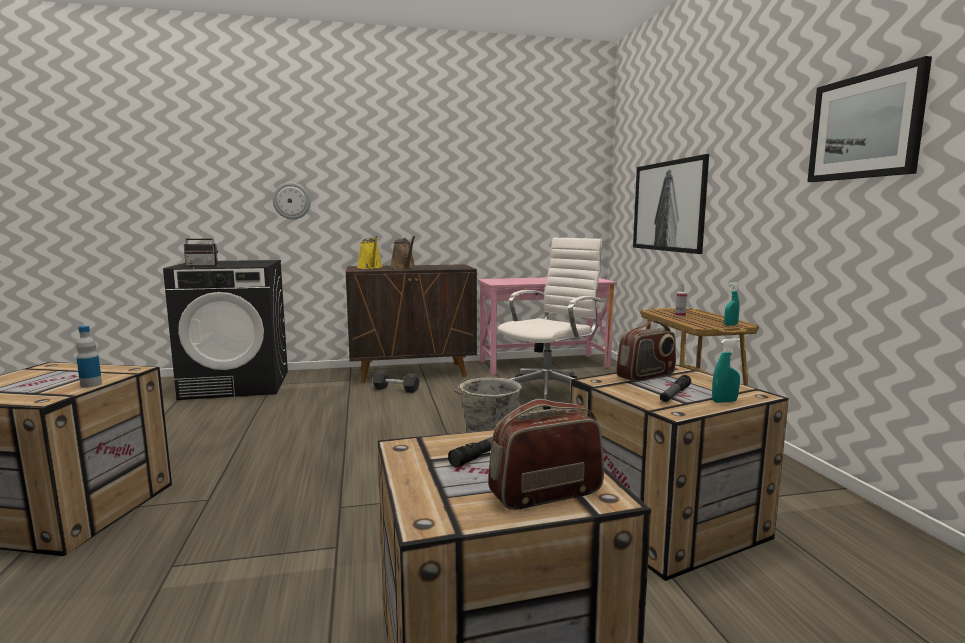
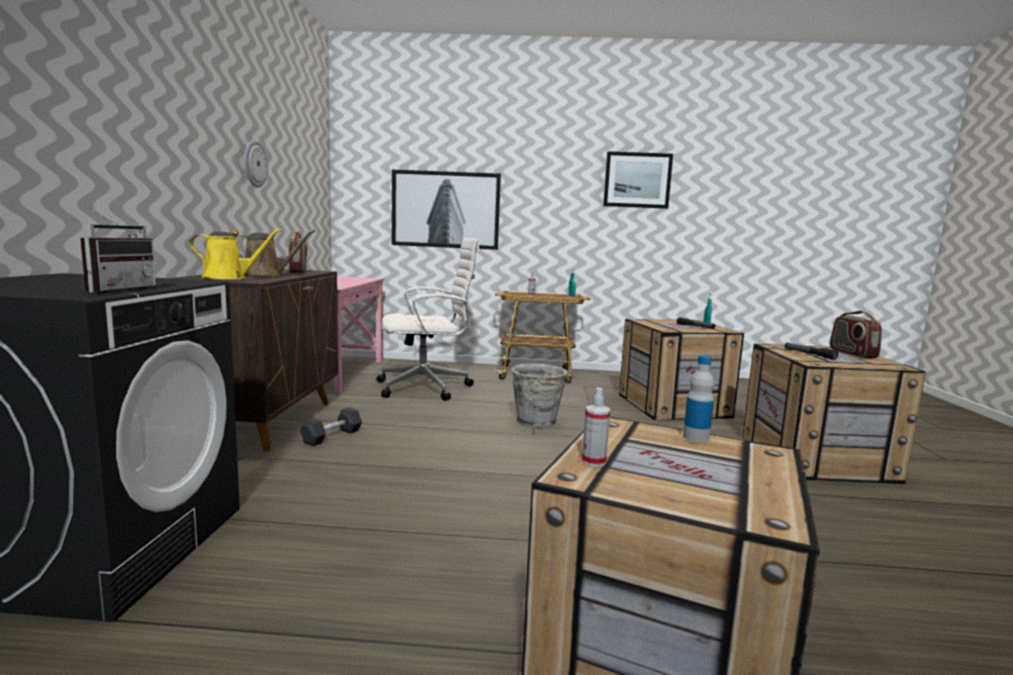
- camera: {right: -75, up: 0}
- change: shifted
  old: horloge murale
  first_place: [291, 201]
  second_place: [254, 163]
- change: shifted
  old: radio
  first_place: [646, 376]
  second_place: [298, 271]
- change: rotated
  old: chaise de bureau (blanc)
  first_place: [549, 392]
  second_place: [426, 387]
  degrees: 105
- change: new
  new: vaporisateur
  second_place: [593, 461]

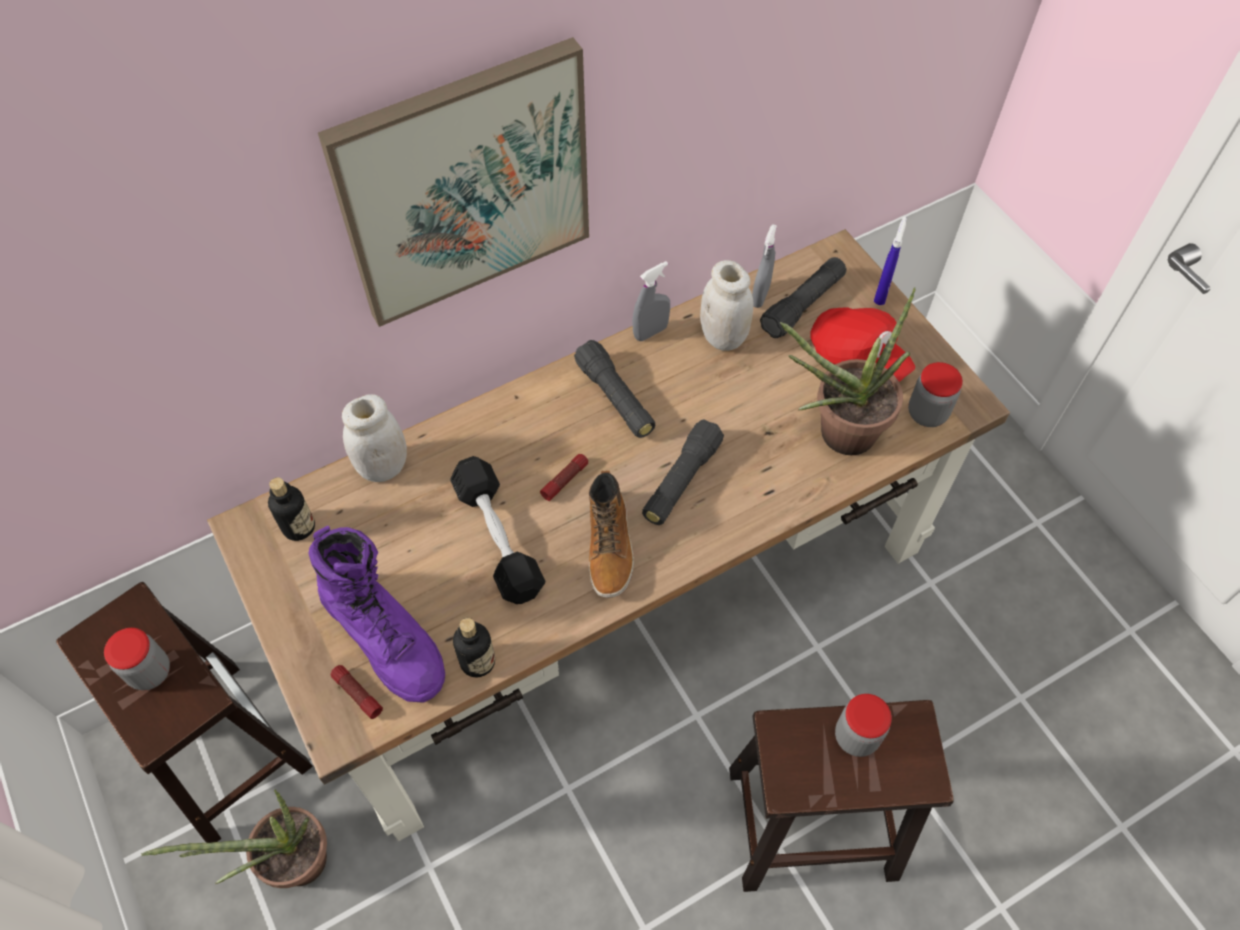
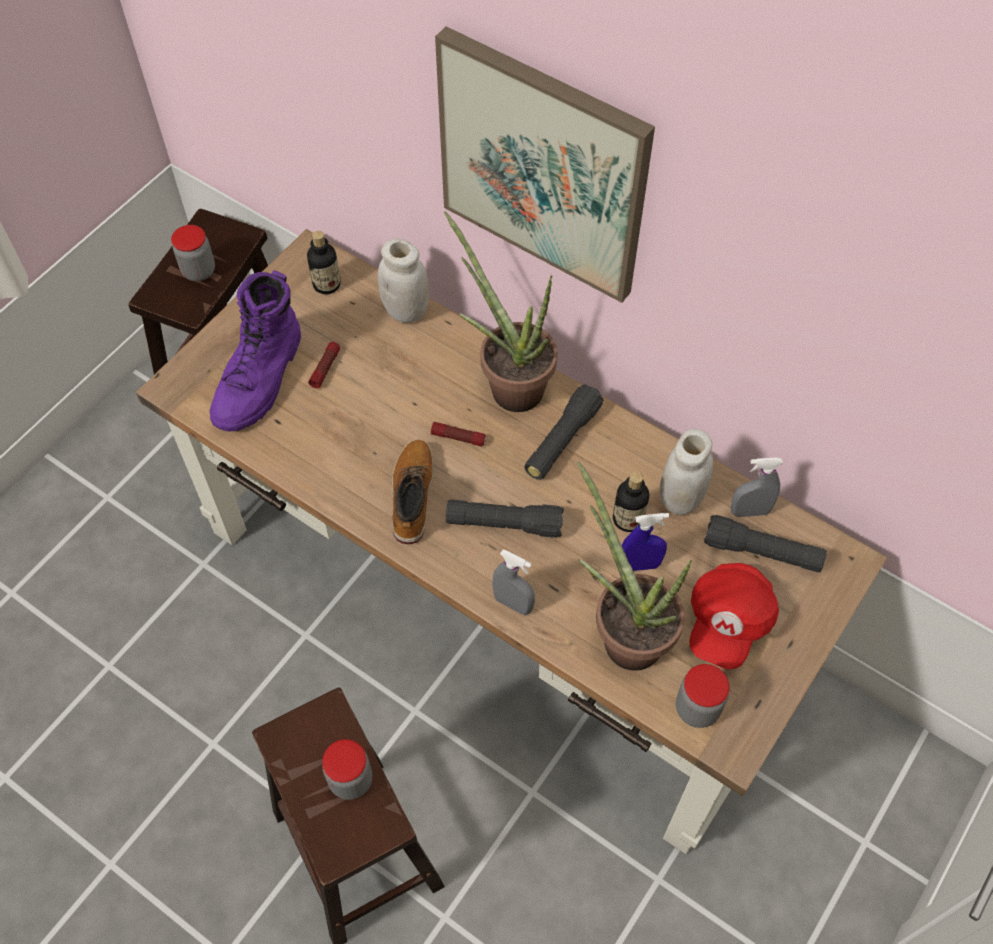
- camera: {right: 65, up: 0}
- change: shifted
  old: lampe de poche
  first_place: [357, 694]
  second_place: [325, 368]
- change: rotated
  old: botte
  first_place: [610, 546]
  second_place: [411, 496]
  degrees: 120
- change: shifted
  old: plante en pot
  first_place: [289, 864]
  second_place: [508, 384]
- change: shifted
  old: vaporisateur (gris)
  first_place: [650, 332]
  second_place: [513, 603]
- change: shifted
  old: bouteille
  first_place: [477, 661]
  second_place: [628, 519]
- change: shifted
  old: vaporisateur (bleu)
  first_place: [881, 293]
  second_place: [640, 565]
- change: gone
  old: haltère (noir)
  first_place: [498, 538]

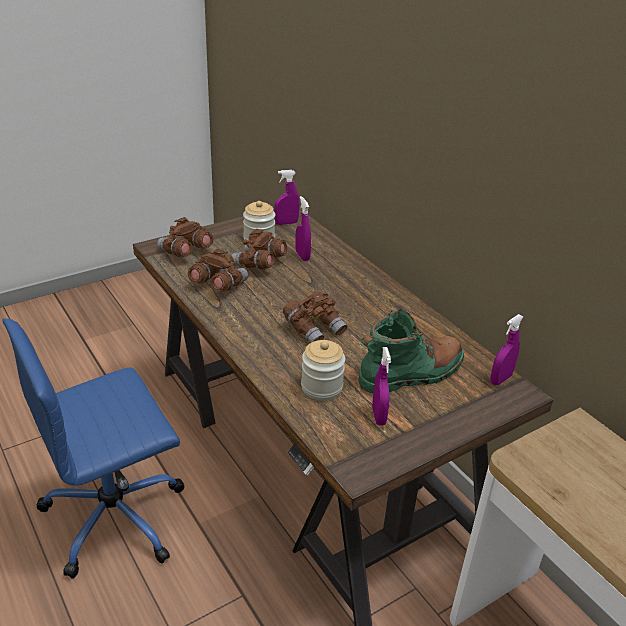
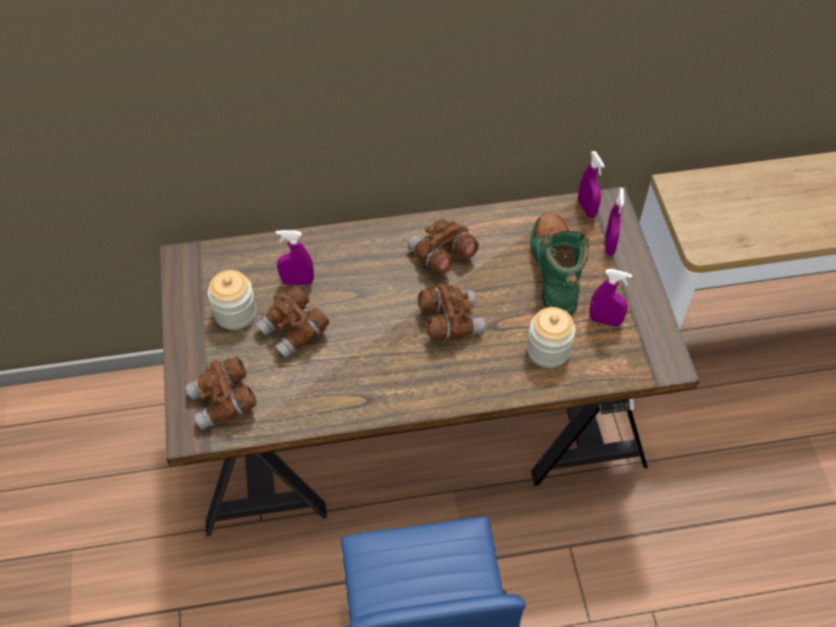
- camera: {right: -65, up: 20}
- change: shifted
  old: jumelles (marron)
  first_place: [218, 285]
  second_place: [441, 256]
- change: shifted
  old: vaporisateur (violet)
  first_place: [286, 223]
  second_place: [609, 245]

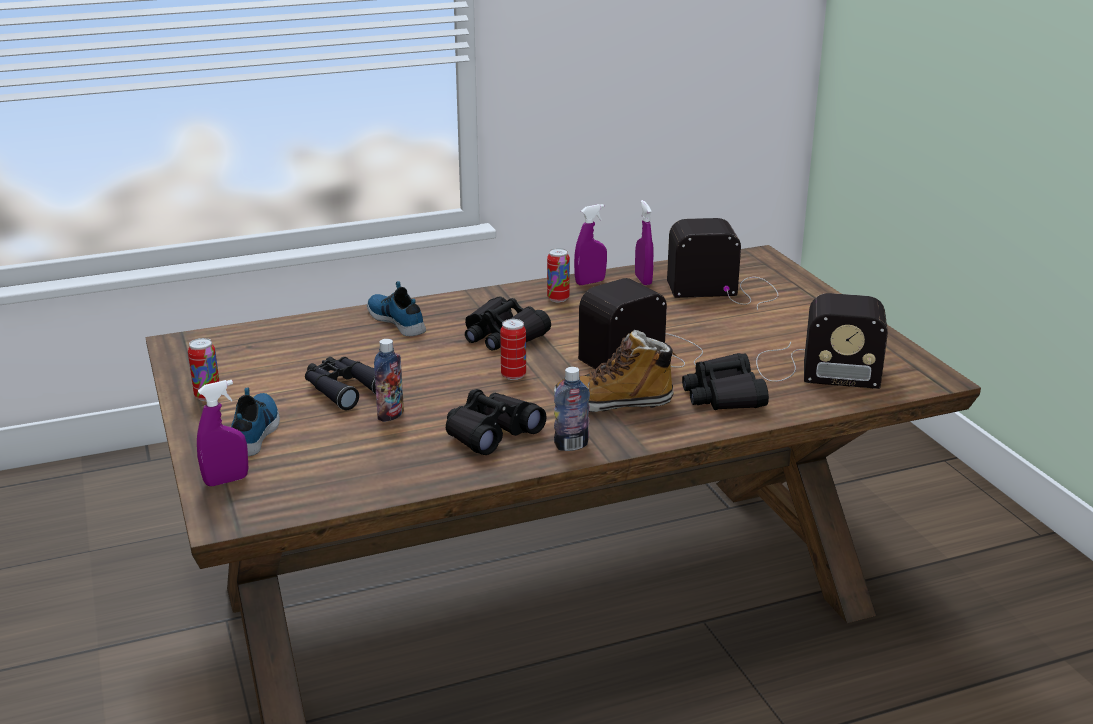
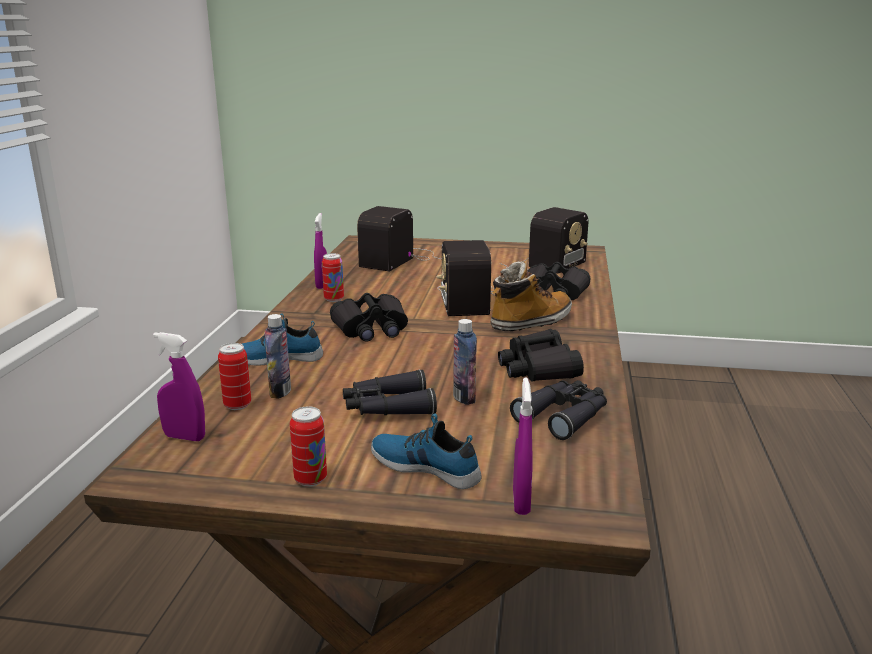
- camera: {right: -60, up: -5}
- change: shifted
  old: vaporisateur (violet)
  first_place: [643, 280]
  second_place: [184, 437]
- change: shifted
  old: boîte métallique
  first_place: [513, 375]
  second_place: [237, 405]
- change: shifted
  old: bouteille
  first_place: [571, 445]
  second_place: [280, 392]
- change: rotated
  old: botte
  first_place: [614, 403]
  second_place: [531, 322]
  degrees: -150
- change: new
  new: jumelles (noir)
  second_place: [564, 416]

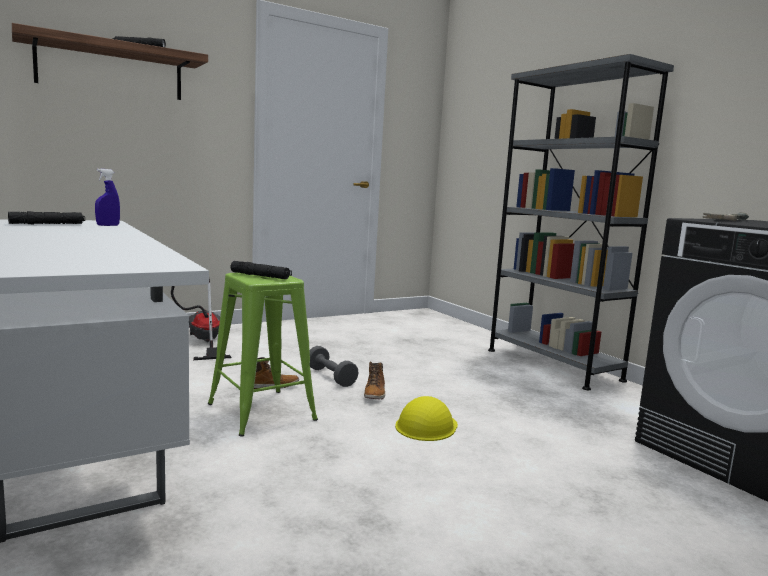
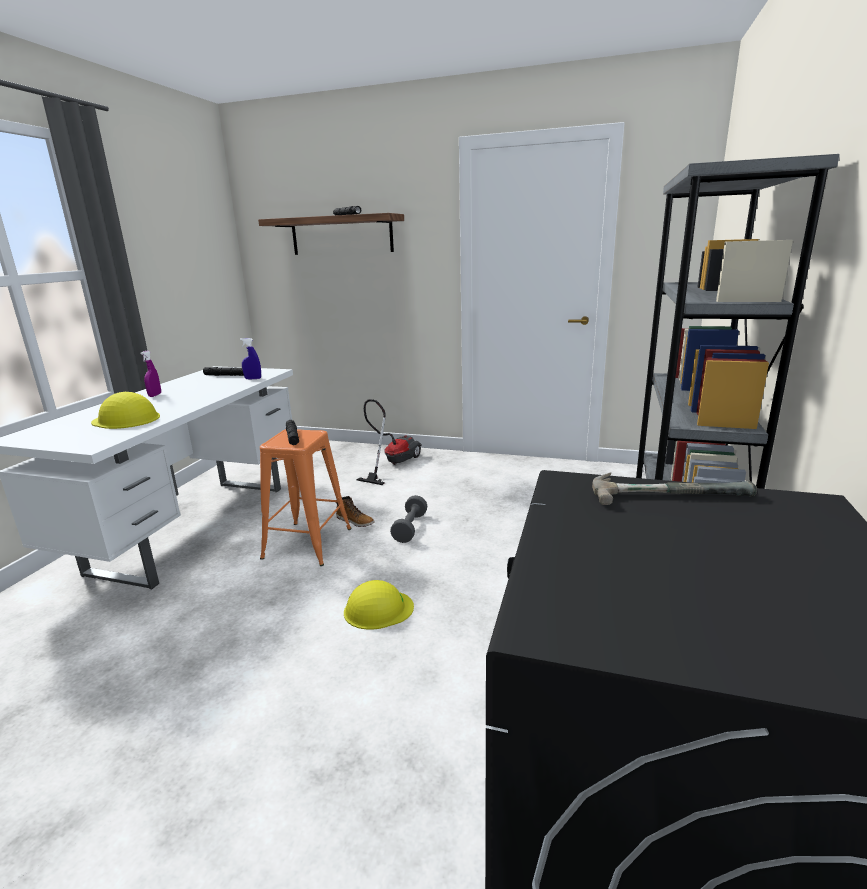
- camera: {right: 50, up: 10}
- change: new
  new: casque de chantier (jaune)
  second_place: [126, 419]
- change: new
  new: vaporisateur (violet)
  second_place: [155, 395]
- change: repainted
  old: tabouret (vert)
  new: tabouret (orange)
  first_place: [261, 411]
  second_place: [308, 543]
- change: gone
  old: botte
  first_place: [375, 393]

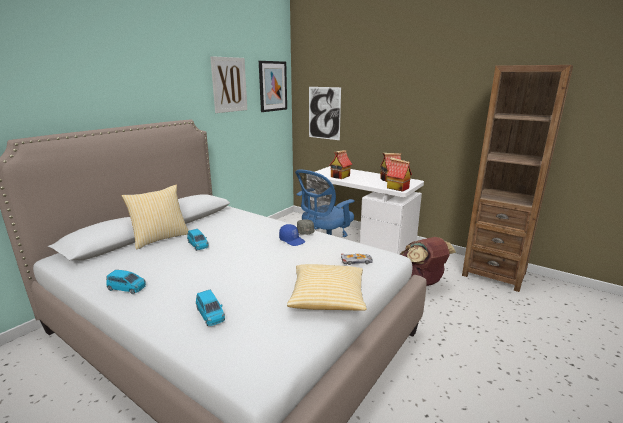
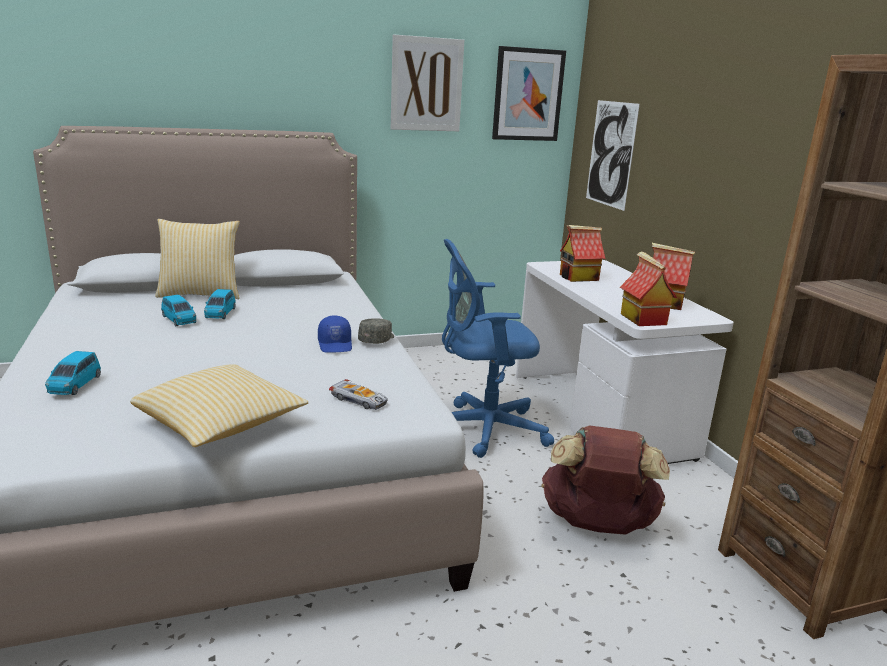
- camera: {right: 35, up: 0}
- change: shifted
  old: petite voiture (bleu)
  first_place: [127, 288]
  second_place: [179, 320]

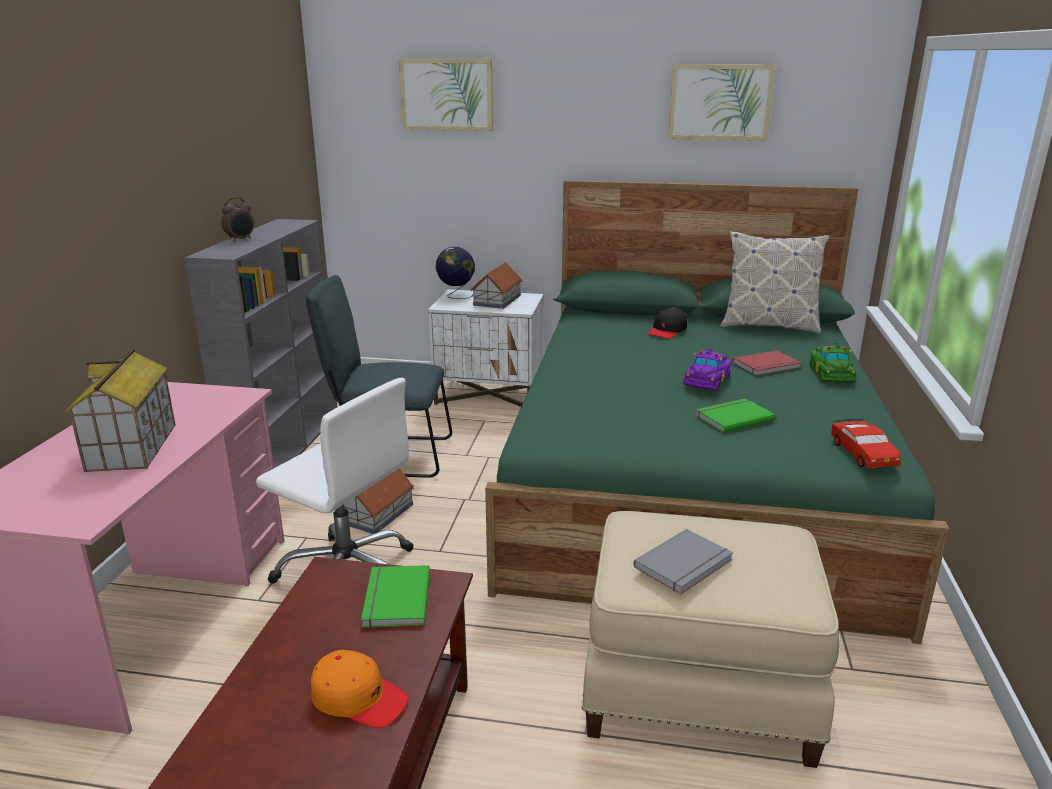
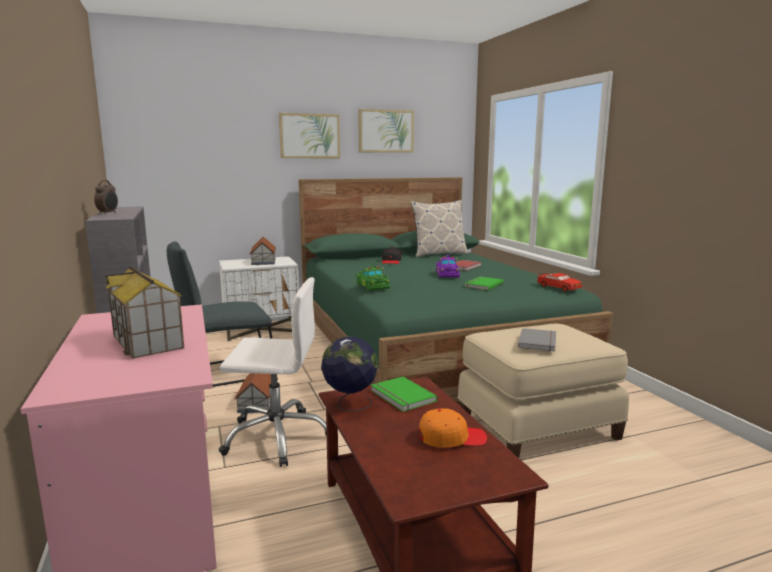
- camera: {right: -30, up: -10}
- change: shifted
  old: tableau
  first_place: [447, 94]
  second_place: [309, 136]
- change: shifted
  old: globe
  first_place: [456, 296]
  second_place: [350, 405]
- change: shifted
  old: petite voiture (vert)
  first_place: [831, 373]
  second_place: [372, 286]

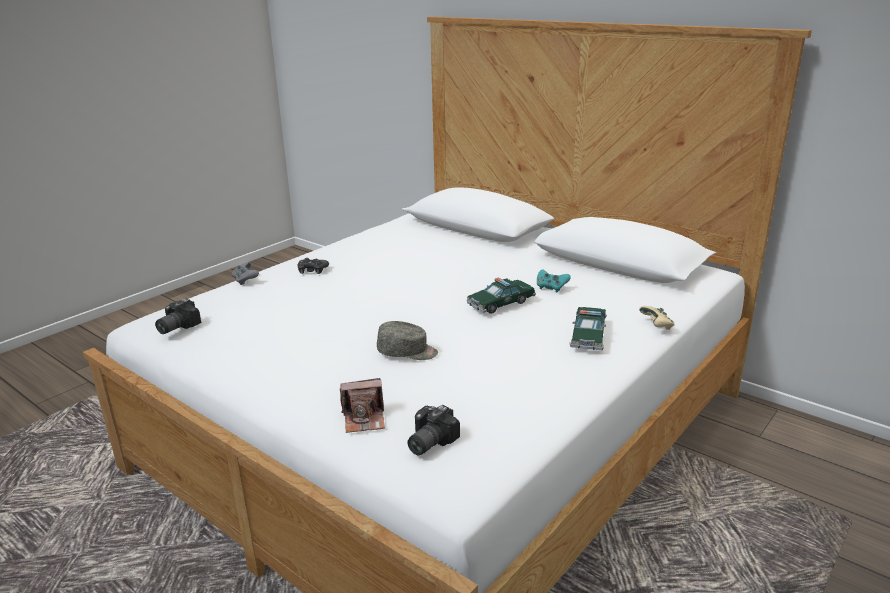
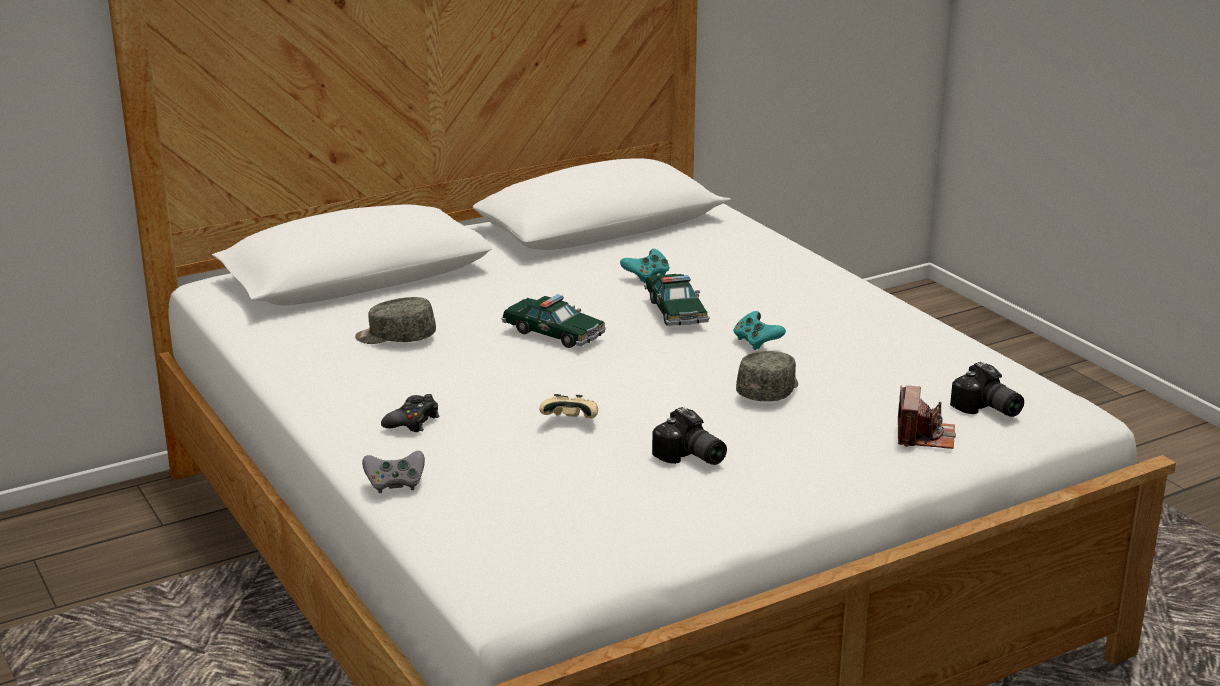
- camera: {right: -70, up: 0}
- change: new
  new: casquette (gris)
  second_place: [395, 337]
- change: shifted
  old: petite voiture
  first_place: [588, 336]
  second_place: [553, 333]
- change: shifted
  old: manette (beige)
  first_place: [656, 326]
  second_place: [571, 421]
- change: shifted
  old: appareil photo
  first_place: [175, 327]
  second_place: [690, 457]
- change: new
  new: manette (turquoise)
  second_place: [756, 342]

